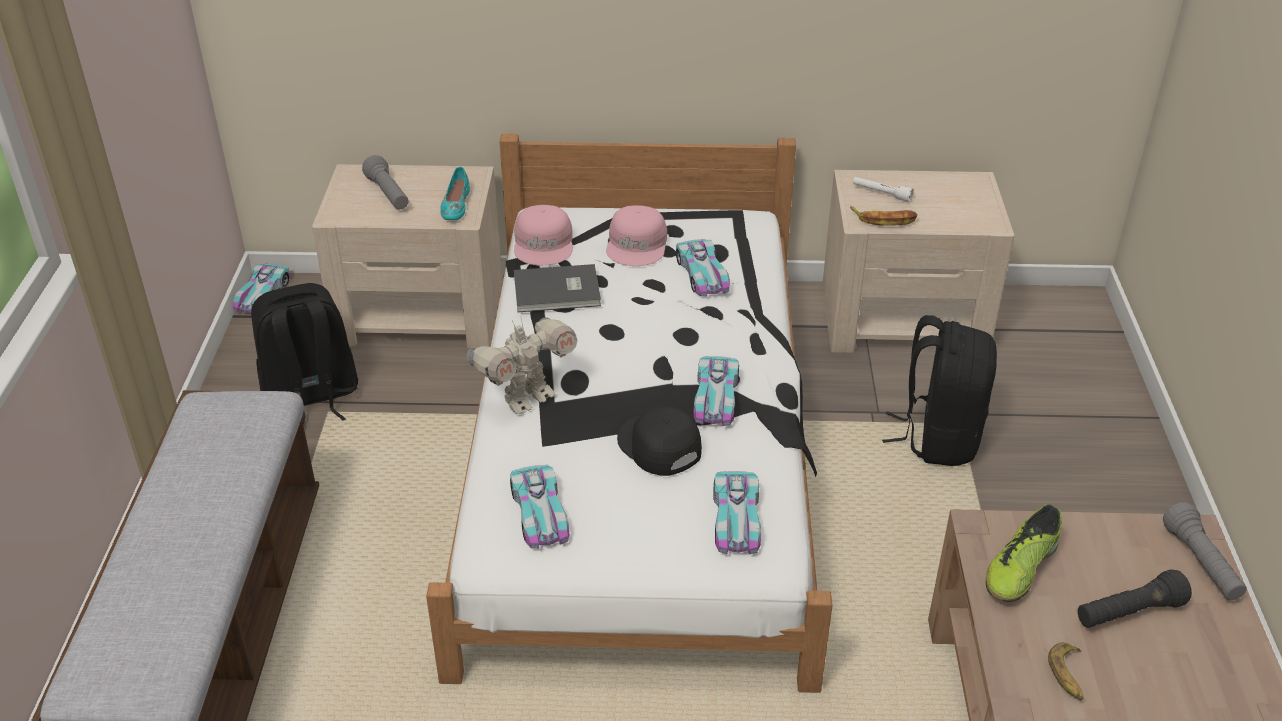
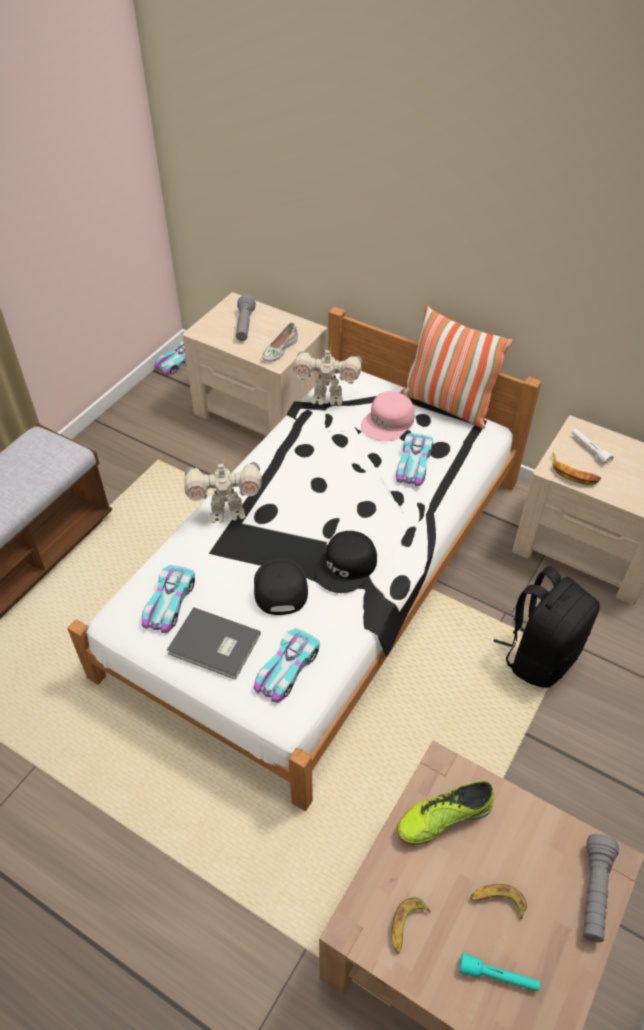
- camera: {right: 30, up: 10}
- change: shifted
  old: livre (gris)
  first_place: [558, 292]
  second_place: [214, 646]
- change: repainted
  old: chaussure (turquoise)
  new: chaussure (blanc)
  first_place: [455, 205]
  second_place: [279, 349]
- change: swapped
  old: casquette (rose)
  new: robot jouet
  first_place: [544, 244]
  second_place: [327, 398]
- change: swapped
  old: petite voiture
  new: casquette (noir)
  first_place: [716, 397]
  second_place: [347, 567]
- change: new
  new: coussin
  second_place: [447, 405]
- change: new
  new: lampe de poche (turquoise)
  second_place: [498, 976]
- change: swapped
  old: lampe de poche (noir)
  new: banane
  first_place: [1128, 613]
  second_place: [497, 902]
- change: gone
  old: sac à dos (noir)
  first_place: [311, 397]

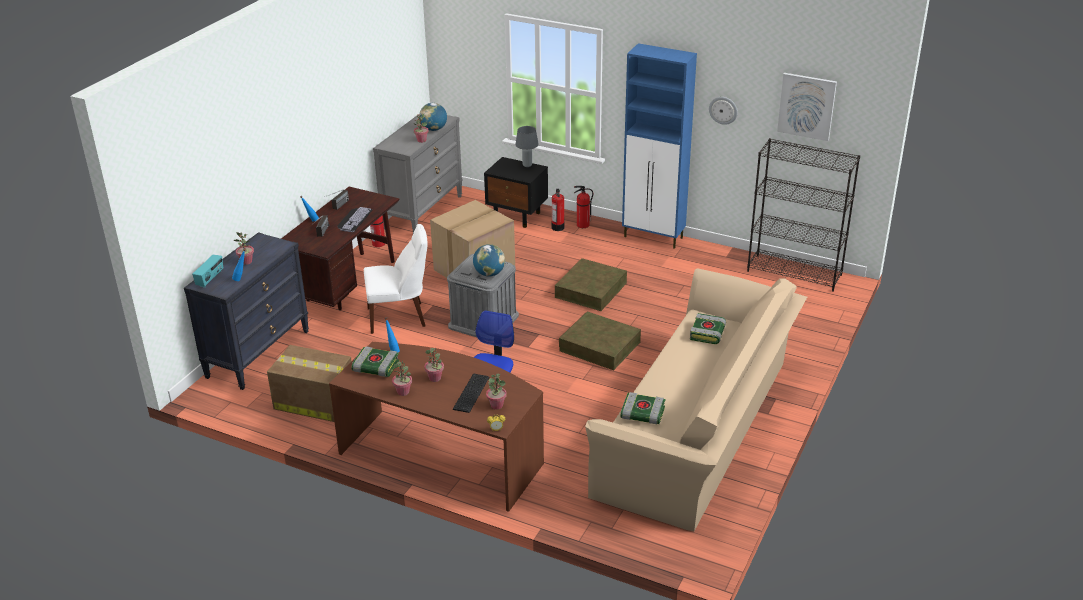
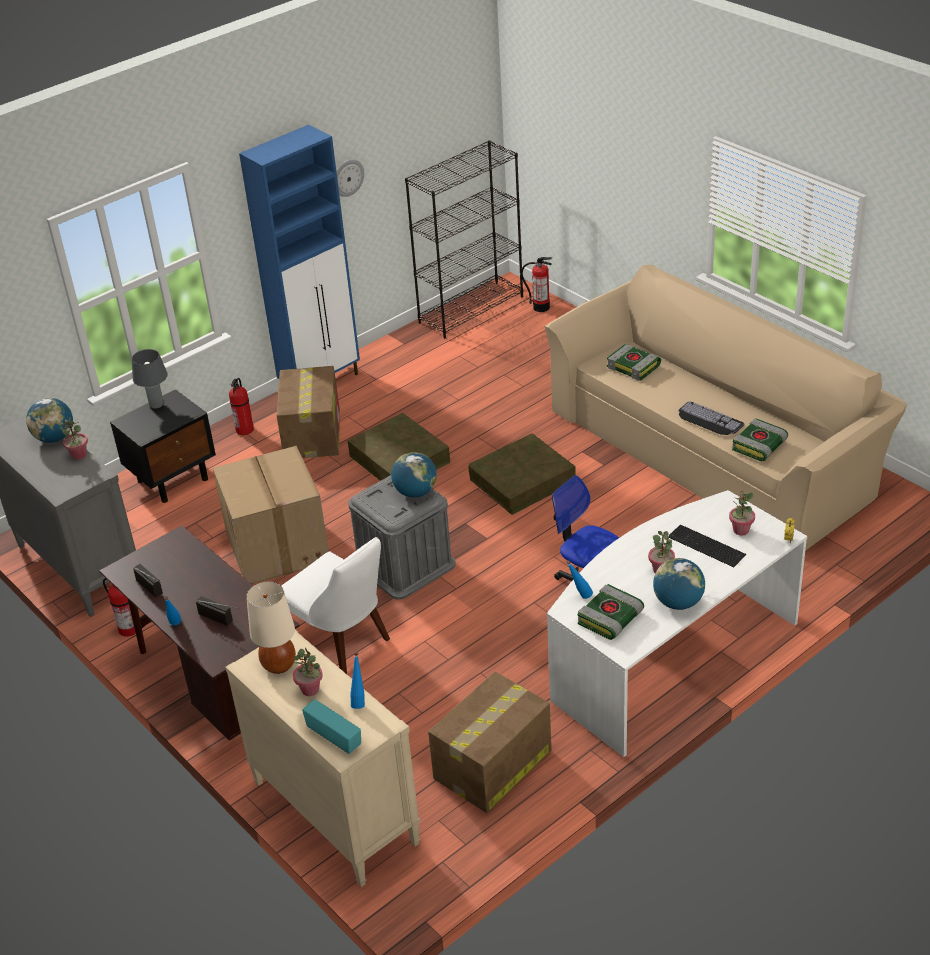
- camera: {right: -65, up: 5}
- change: repainted
  old: commode (noir)
  new: commode (beige)
  first_place: [258, 353]
  second_place: [334, 812]
- change: new
  new: lampe de table (beige)
  second_place: [279, 664]
- change: new
  new: carton
  second_place: [312, 433]
- change: rotated
  old: chaise (blanc)
  first_place: [399, 317]
  second_place: [342, 641]
  degrees: 120
- change: shifted
  old: extincteur
  first_place: [558, 227]
  second_place: [541, 307]
- change: repainted
  old: bureau (marron)
  new: bureau (blanc)
  first_place: [443, 455]
  second_place: [670, 657]
- change: swapped
  old: plante en pot
  new: globe
  first_place: [403, 392]
  second_place: [678, 602]
- change: shifted
  old: clavier
  first_place: [353, 219]
  second_place: [708, 420]
- change: gone
  old: tableau
  first_place: [806, 106]

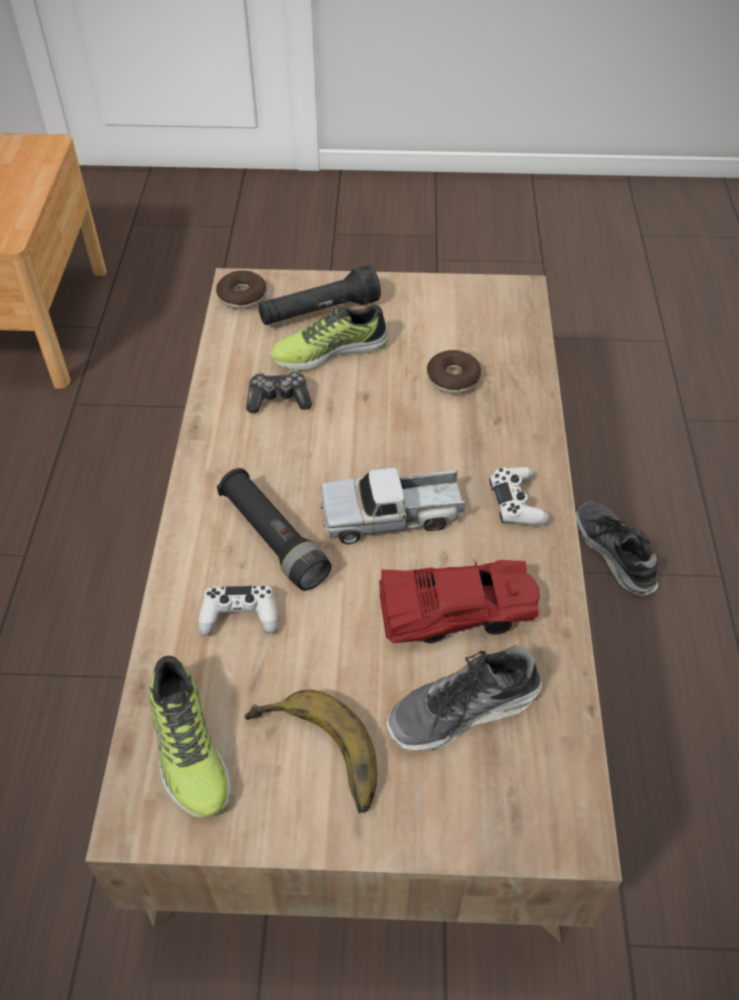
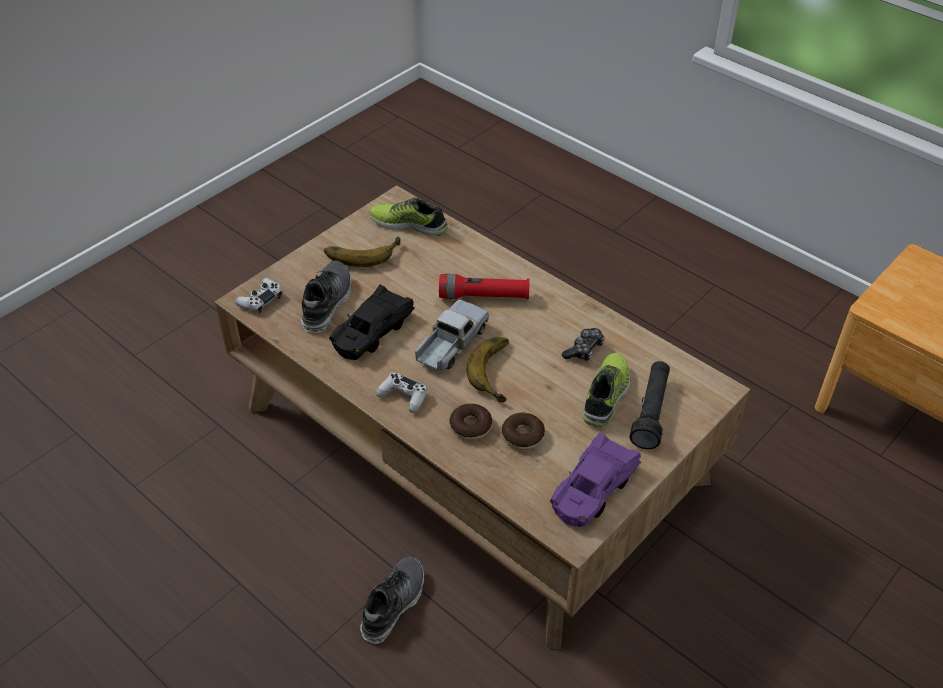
- camera: {right: 130, up: -5}
- change: shifted
  old: manette (blanc)
  first_place: [239, 616]
  second_place: [260, 300]
- change: repainted
  old: petite voiture (rouge)
  new: petite voiture (noir)
  first_place: [457, 611]
  second_place: [371, 331]
- change: rotated
  old: chaussure
  first_place: [614, 553]
  second_place: [393, 604]
  degrees: -75
- change: repainted
  old: lampe de poche (noir)
  new: lampe de poche (rouge)
  first_place: [274, 539]
  second_place: [484, 296]
- change: shifted
  old: beignet
  first_place: [242, 297]
  second_place: [470, 426]
- change: new
  new: banane
  second_place: [499, 371]
- change: new
  new: petite voiture (violet)
  second_place: [592, 489]

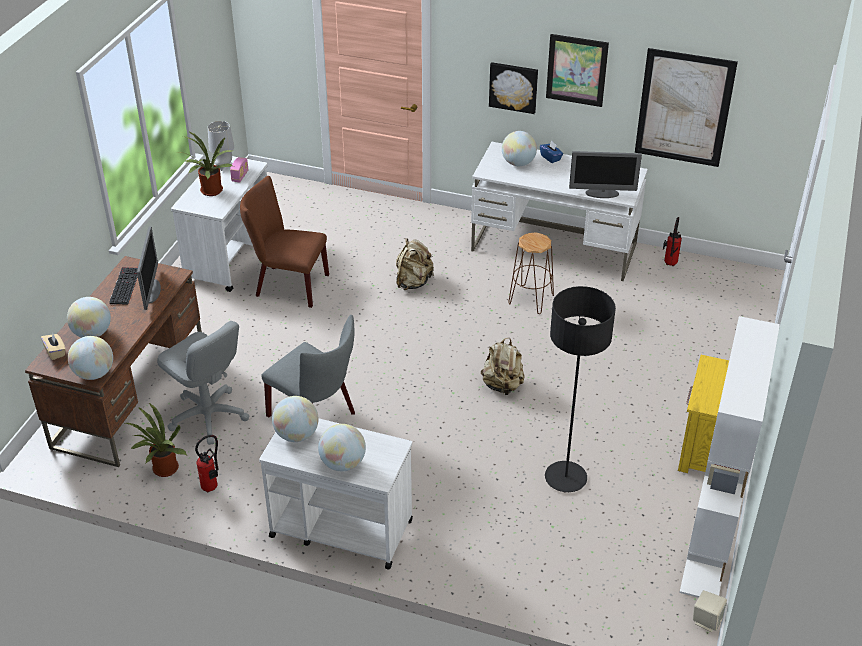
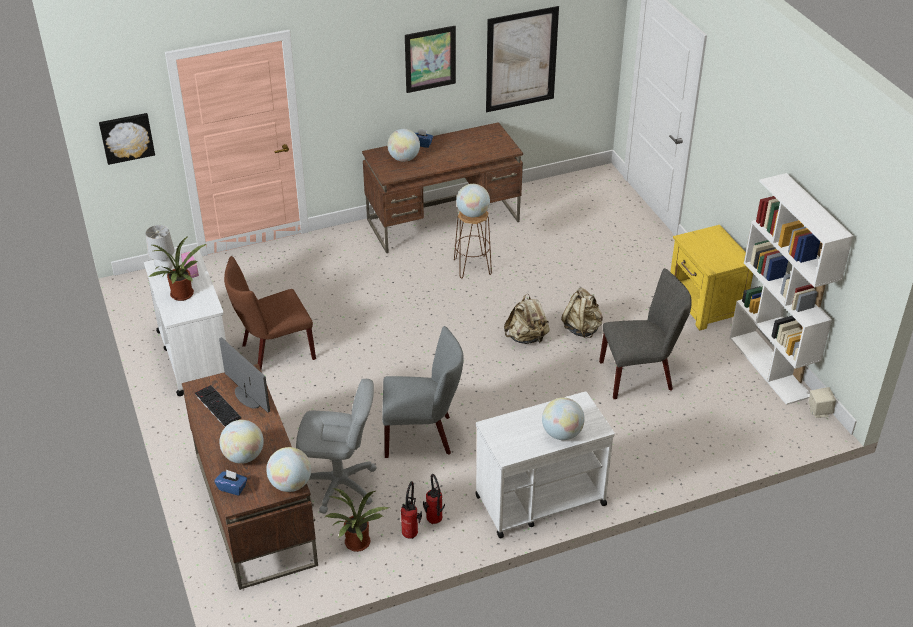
- camera: {right: -40, up: 0}
- change: shifted
  old: tableau
  first_place: [513, 87]
  second_place: [126, 137]
- change: repainted
  old: boîte à mouchoirs (beige)
  new: boîte à mouchoirs (bleu)
  first_place: [55, 352]
  second_place: [232, 488]
- change: repainted
  old: bureau (blanc)
  new: bureau (marron)
  first_place: [555, 247]
  second_place: [443, 220]
- change: shifted
  old: extincteur
  first_place: [669, 264]
  second_place: [434, 522]
- change: shifted
  old: globe
  first_place: [297, 435]
  second_place: [473, 214]
- change: shifted
  old: sac à dos (beige)
  first_place: [413, 282]
  second_place: [582, 328]
- change: swapped
  old: lampadaire (noir)
  new: chaise (gris)
  first_place: [565, 478]
  second_place: [641, 375]
- change: gone
  old: écran d'ordinateur
  first_place: [602, 193]

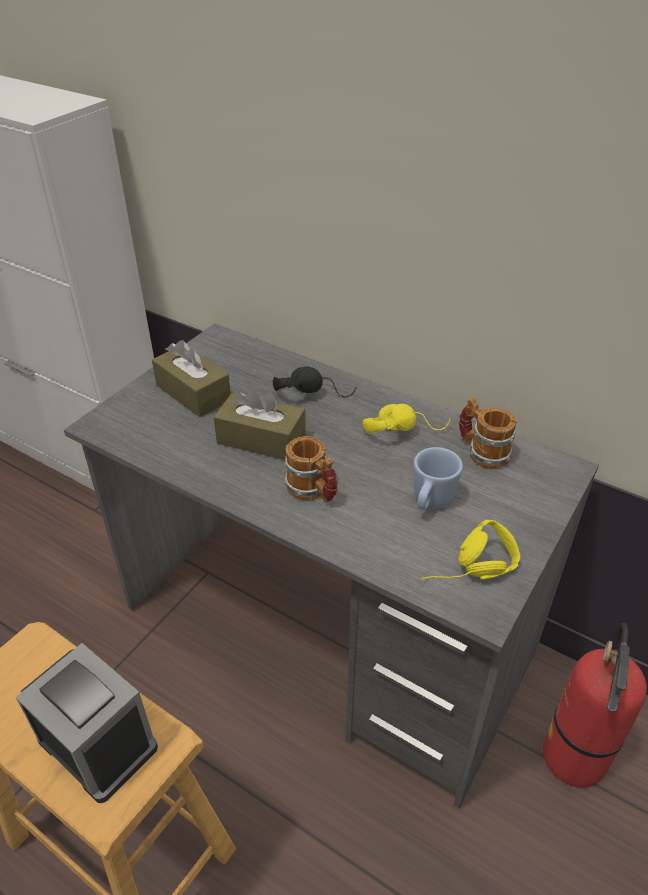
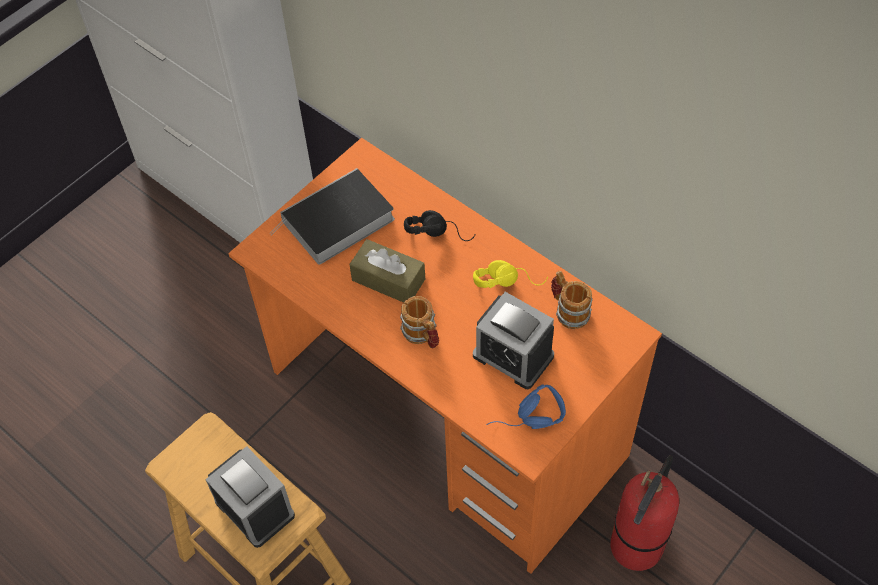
- camera: {right: 10, up: 15}
- change: repainted
  old: bureau (gris)
  new: bureau (orange)
  first_place: [325, 632]
  second_place: [446, 414]
- change: swapped
  old: boîte à mouchoirs (marron)
  new: livre
  first_place: [193, 393]
  second_place: [336, 223]
- change: swapped
  old: mug (bleu)
  new: réveil
  first_place: [430, 502]
  second_place: [513, 356]
- change: repainted
  old: casque audio (jaune)
  new: casque audio (bleu)
  first_place: [471, 575]
  second_place: [527, 423]

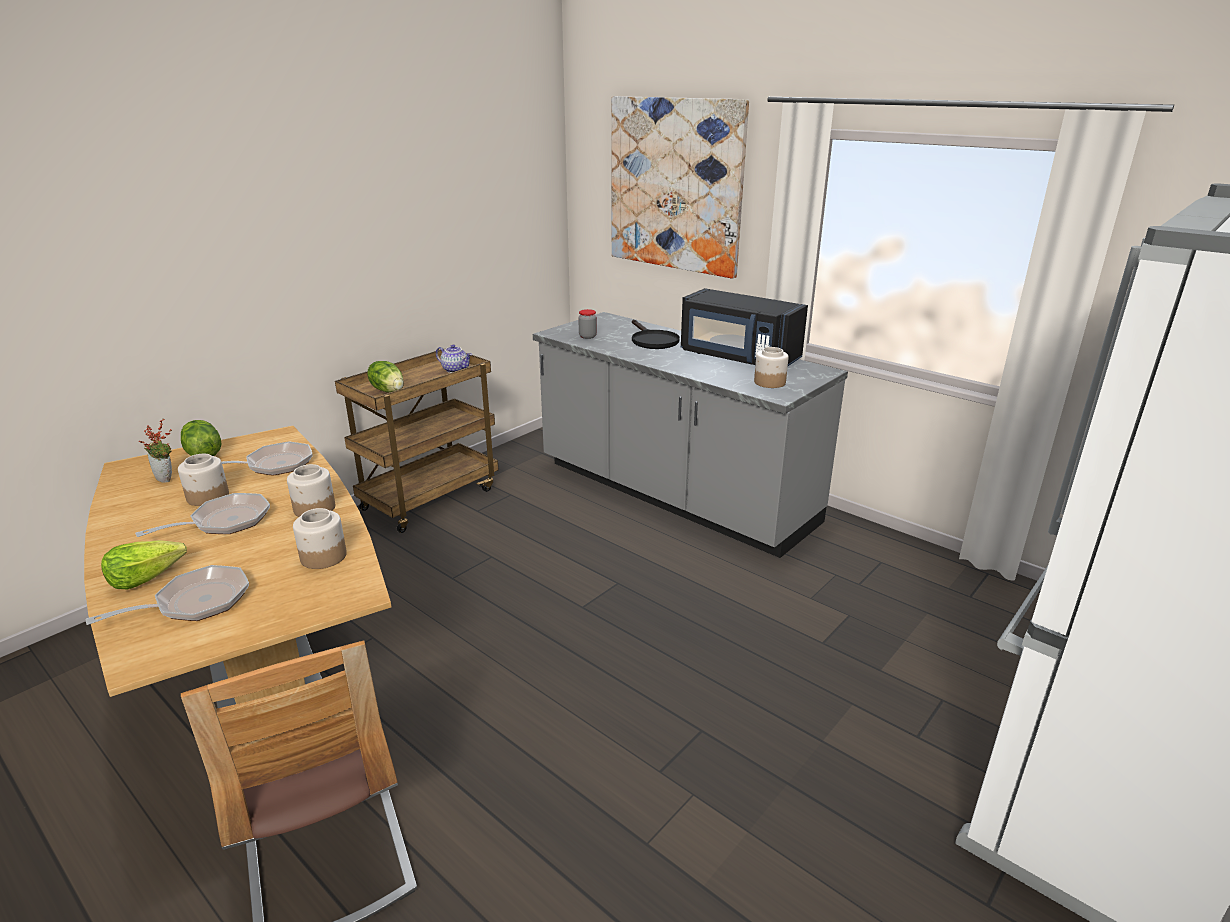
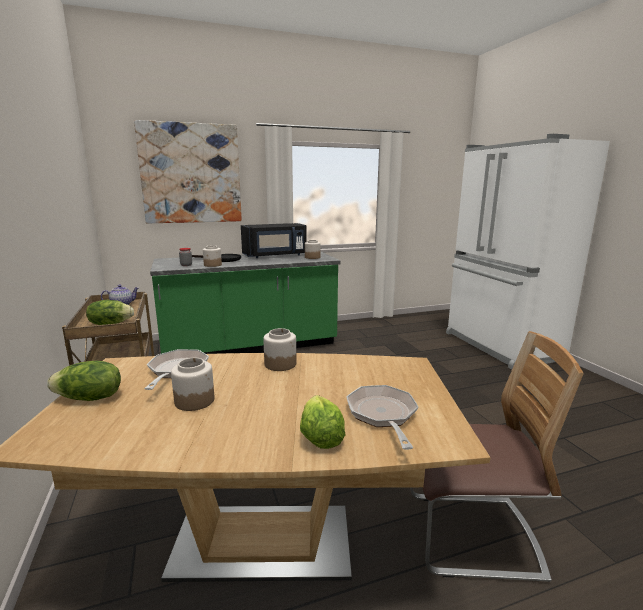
- camera: {right: -60, up: -10}
- change: repainted
  old: comptoir de cuisine (gris)
  new: comptoir de cuisine (vert)
  first_place: [674, 494]
  second_place: [251, 346]
- change: shifted
  old: bocal
  first_place: [323, 557]
  second_place: [212, 265]
- change: gone
  old: poêle
  first_place: [224, 522]
- change: gone
  old: plante en pot
  first_place: [167, 478]

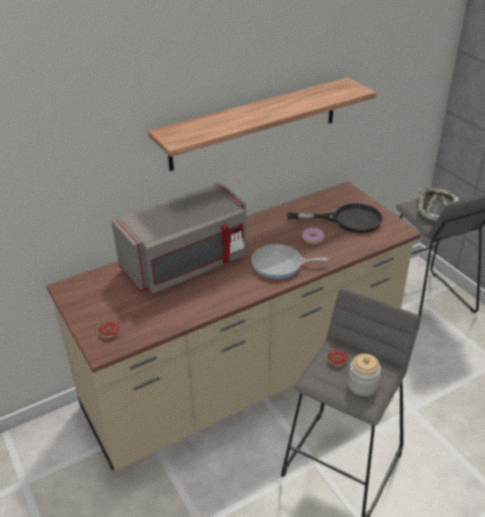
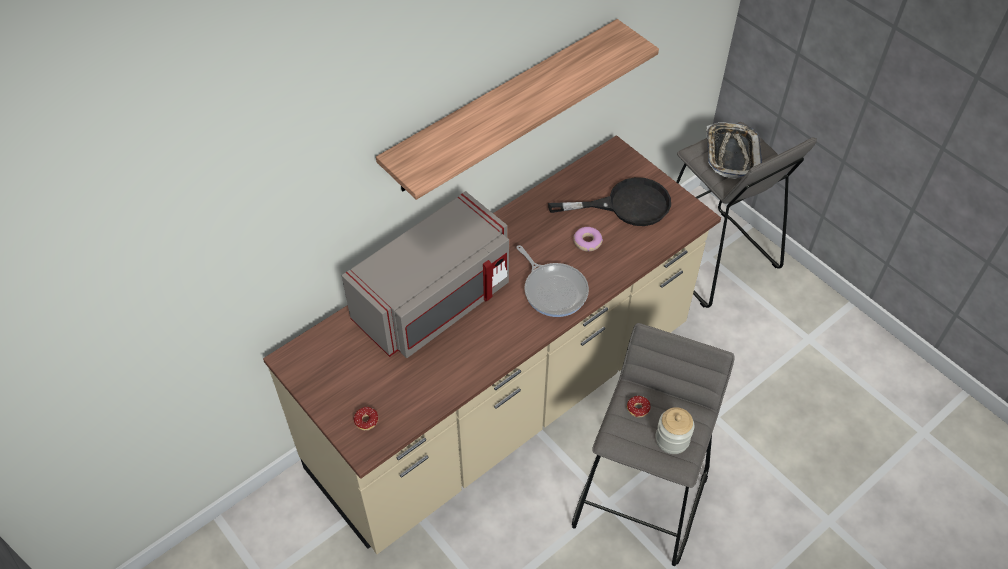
- camera: {right: -10, up: 15}
- change: rotated
  old: poêle
  first_place: [280, 265]
  second_place: [553, 290]
  degrees: -120

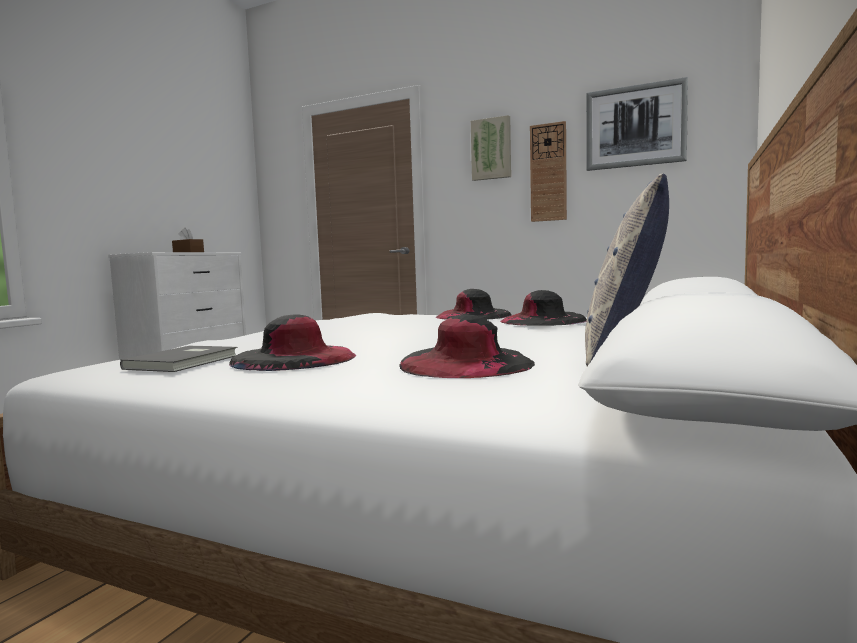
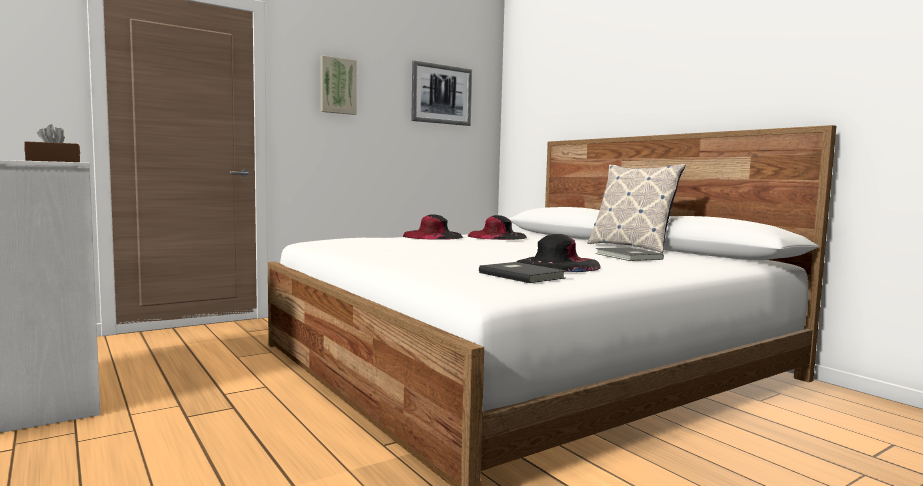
- camera: {right: -60, up: 0}
- change: swapped
  old: chapeau (noir)
  new: livre (gris)
  first_place: [466, 363]
  second_place: [627, 256]
- change: gone
  old: horloge murale
  first_place: [548, 172]

